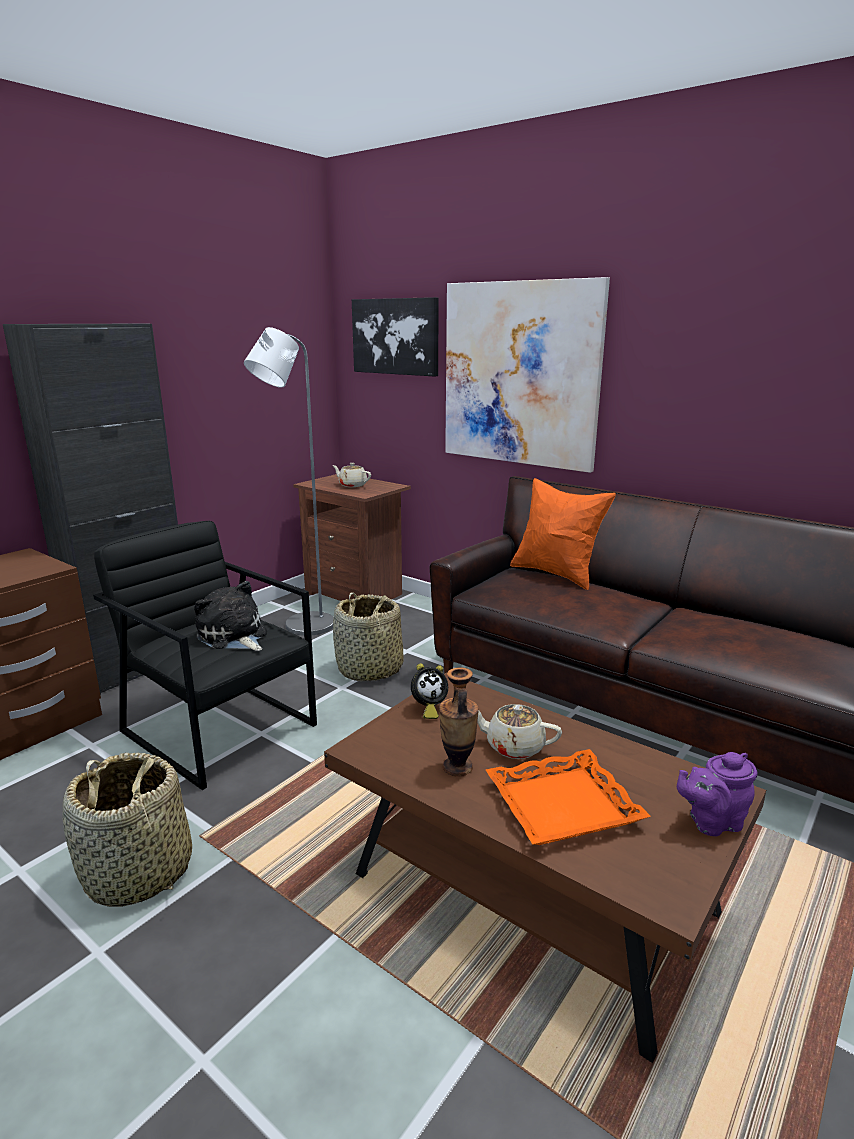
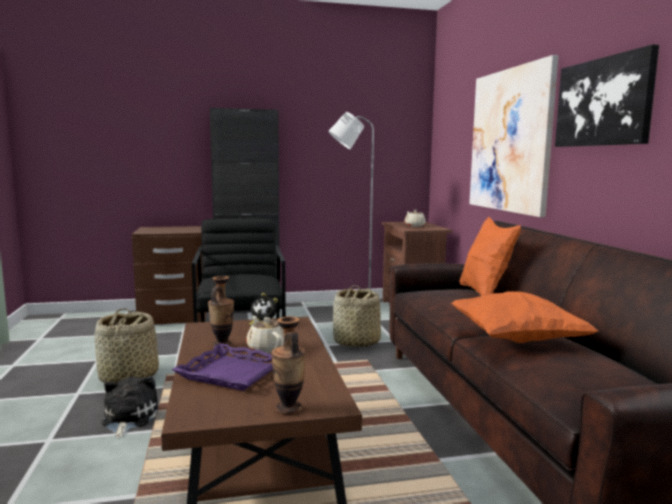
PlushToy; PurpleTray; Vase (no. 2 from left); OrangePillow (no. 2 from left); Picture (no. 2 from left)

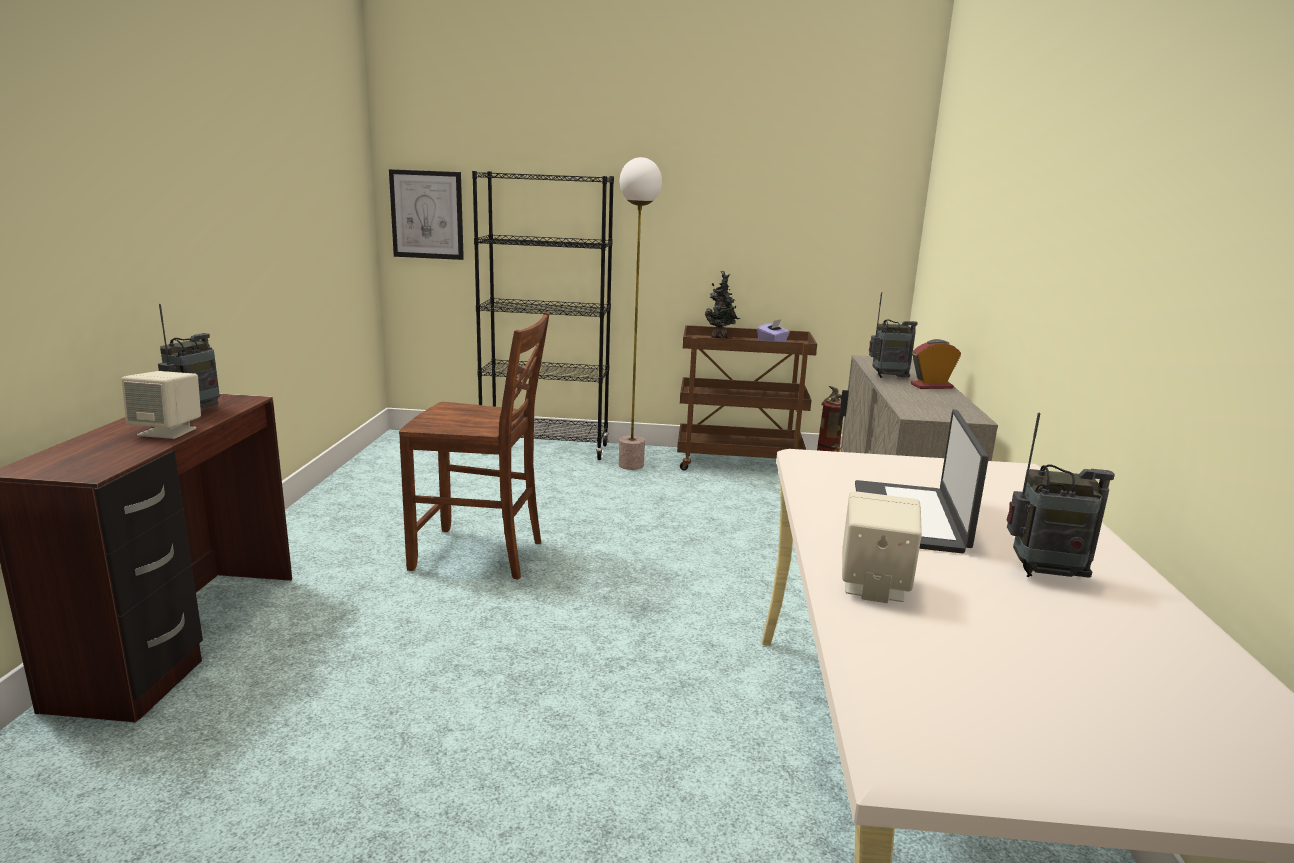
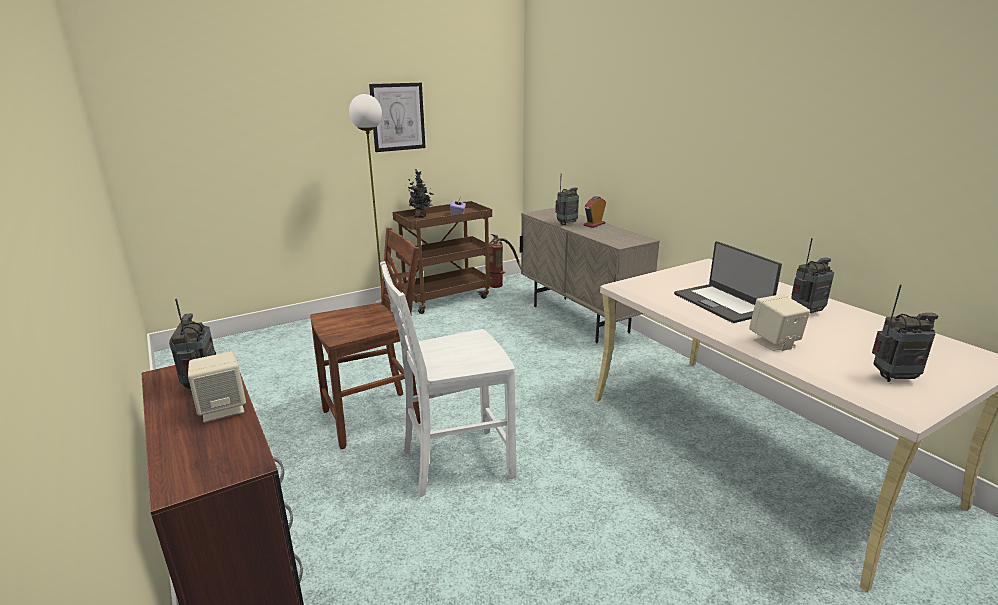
Picture; WhiteChair; Radio (no. 4 from left); BlackBookcase

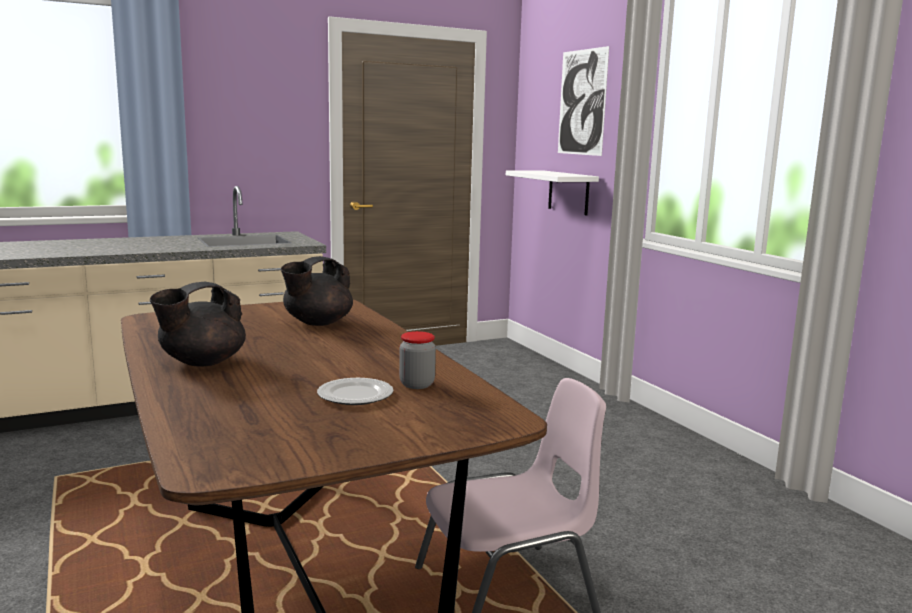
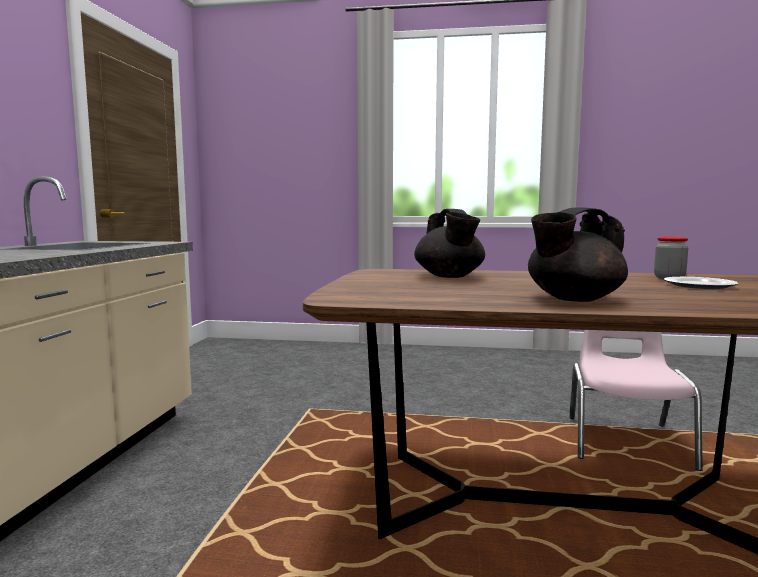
BlackTeapot (no. 2 from left); WhiteShelf; Picture

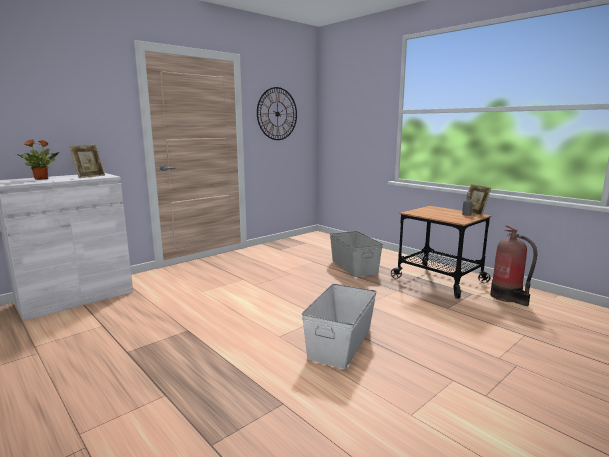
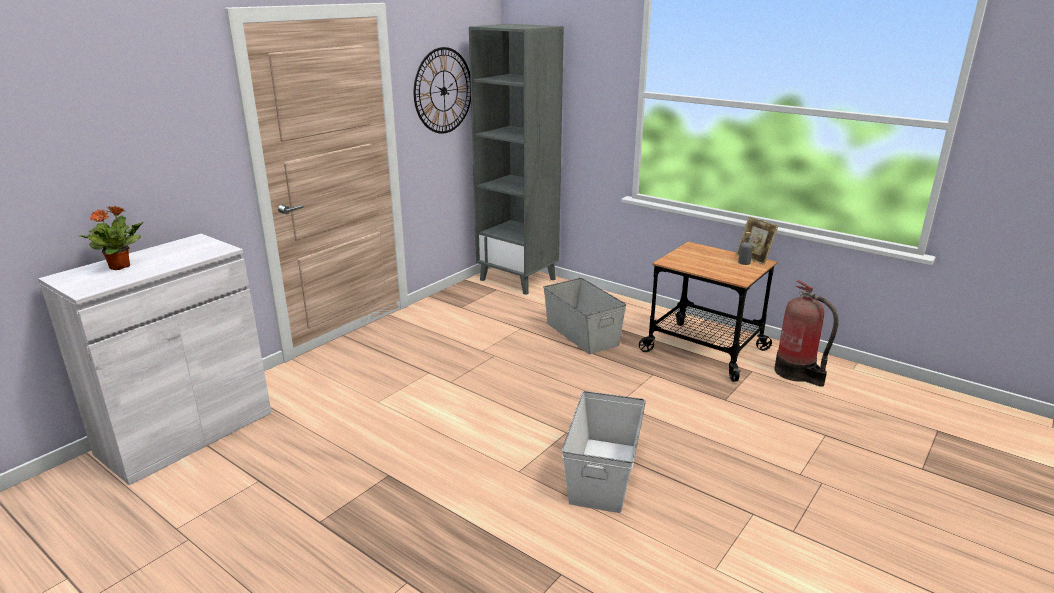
GreyBookcase; PictureFrame (no. 1 from left in the first image)

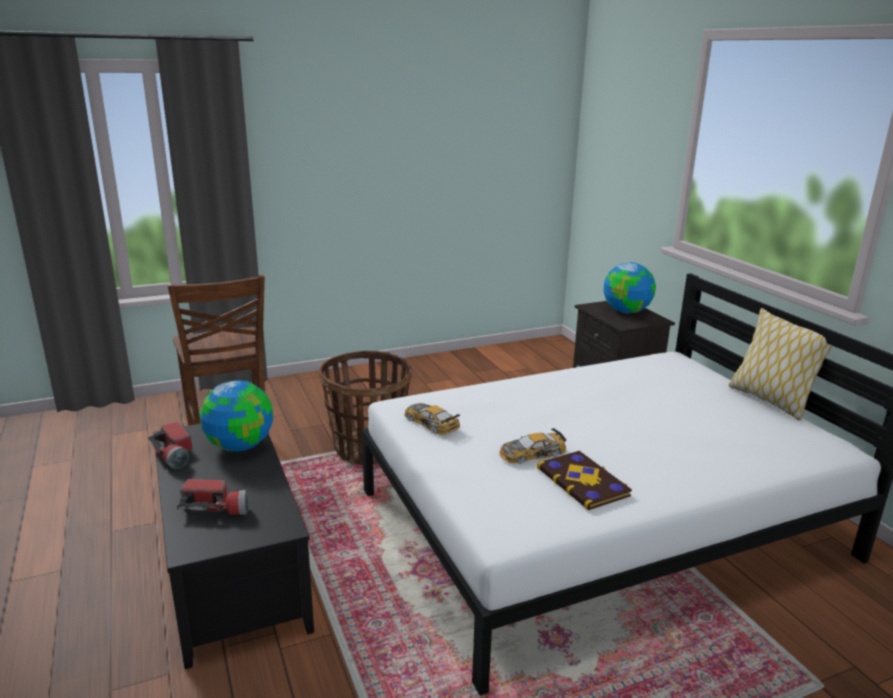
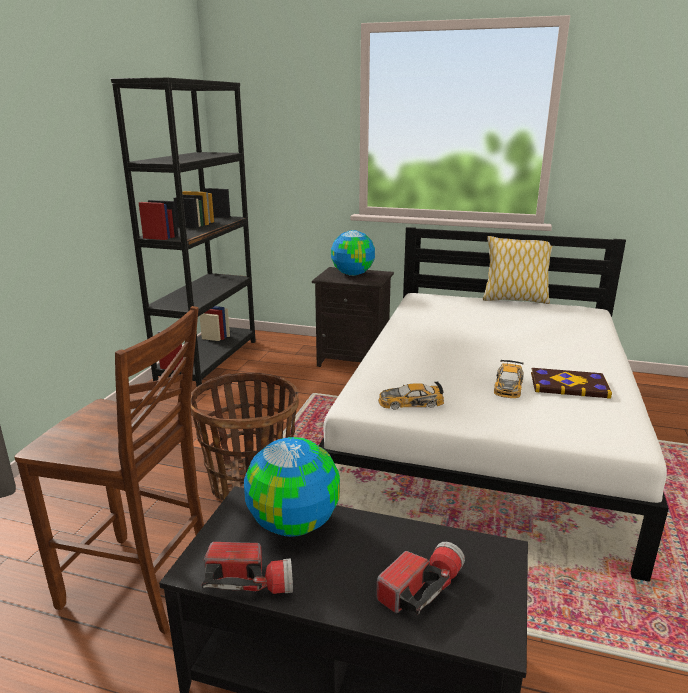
BlackBookcase

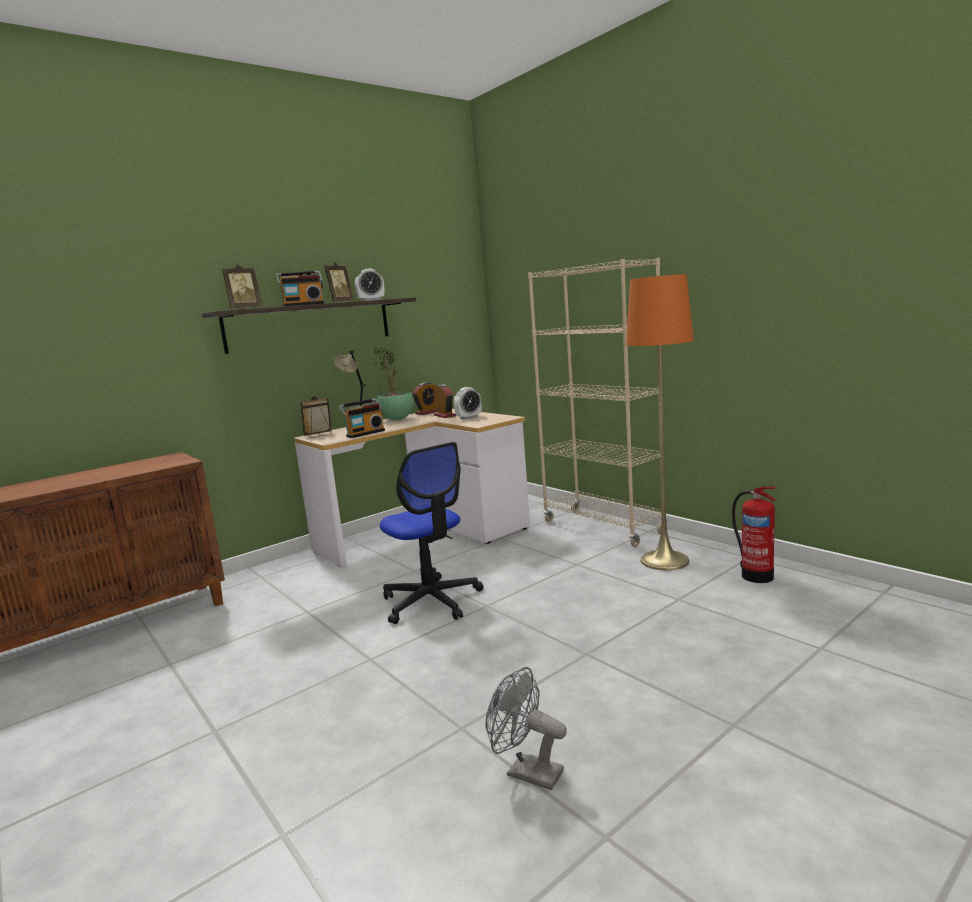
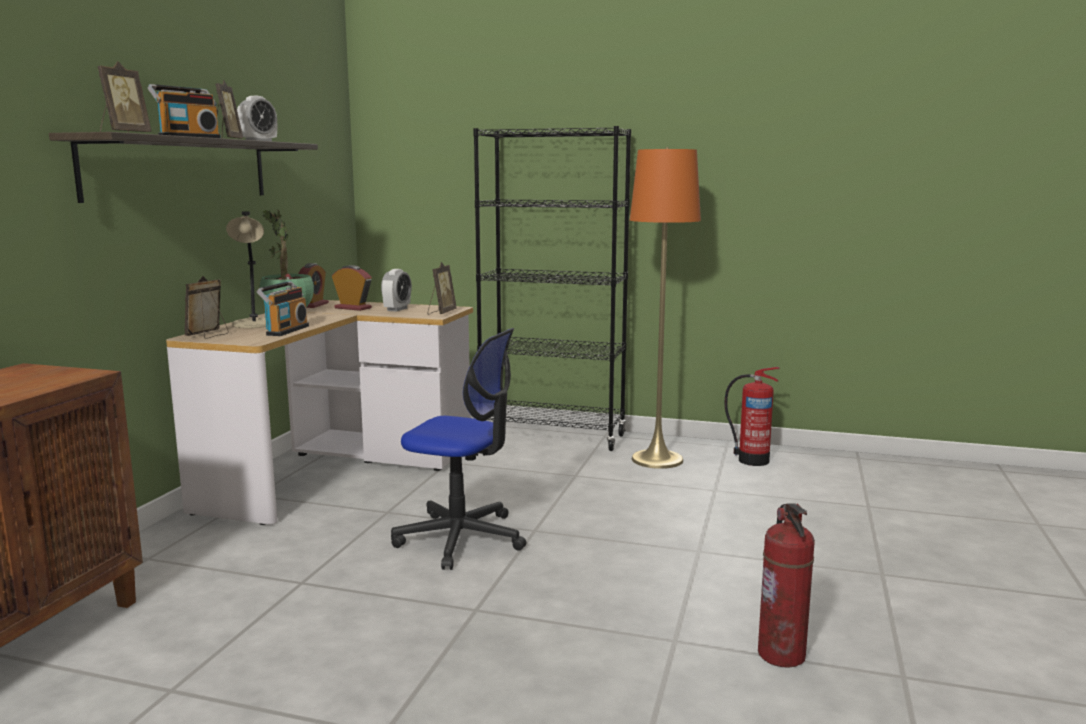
PictureFrame (no. 4 from left); BlackBookcase; FireExtinguisher (no. 2 from left)

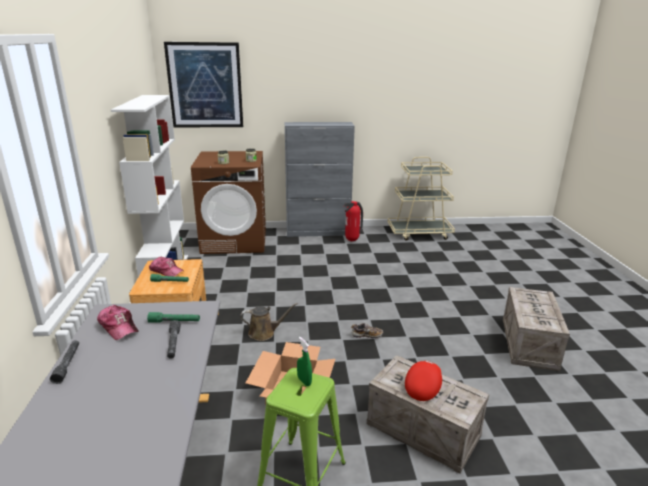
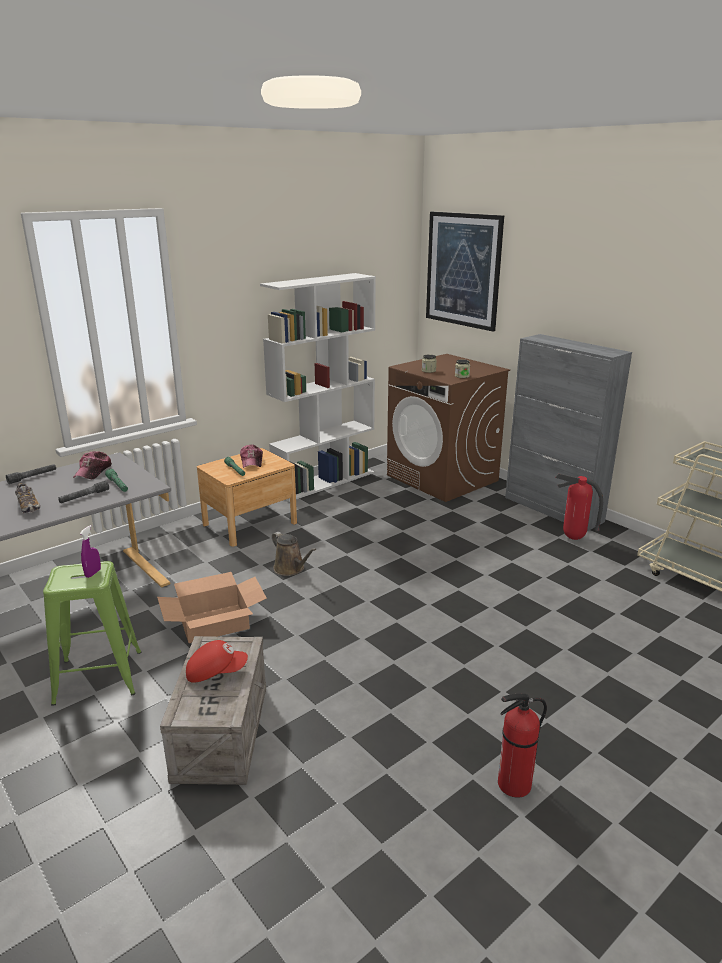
Shoe; PurpleSprayBottle; FireExtinguisher (no. 1 from left)

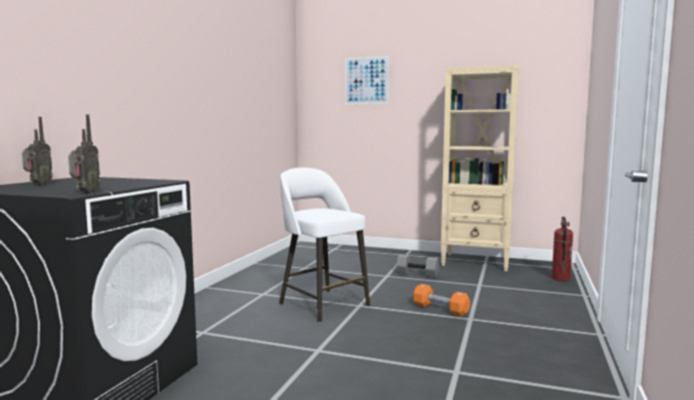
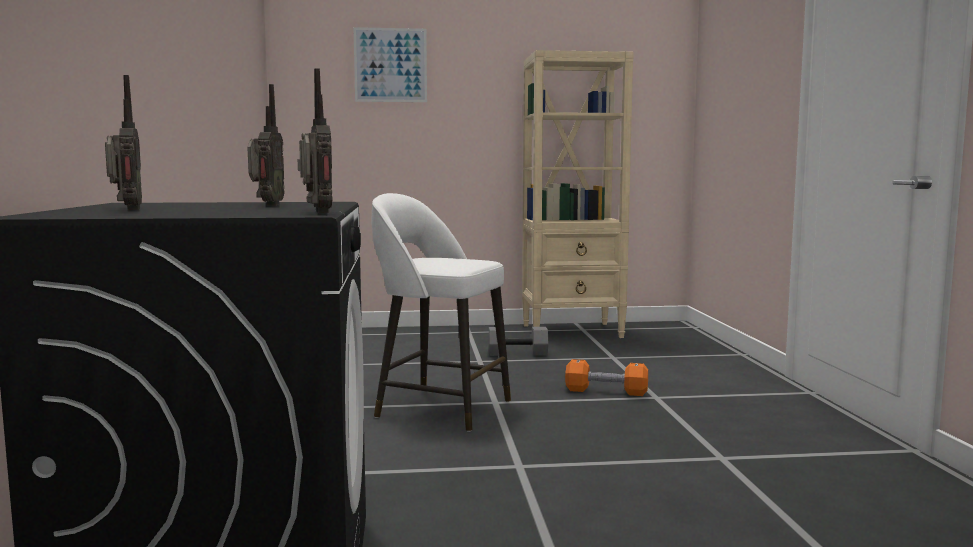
Radio (no. 2 from left); FireExtinguisher

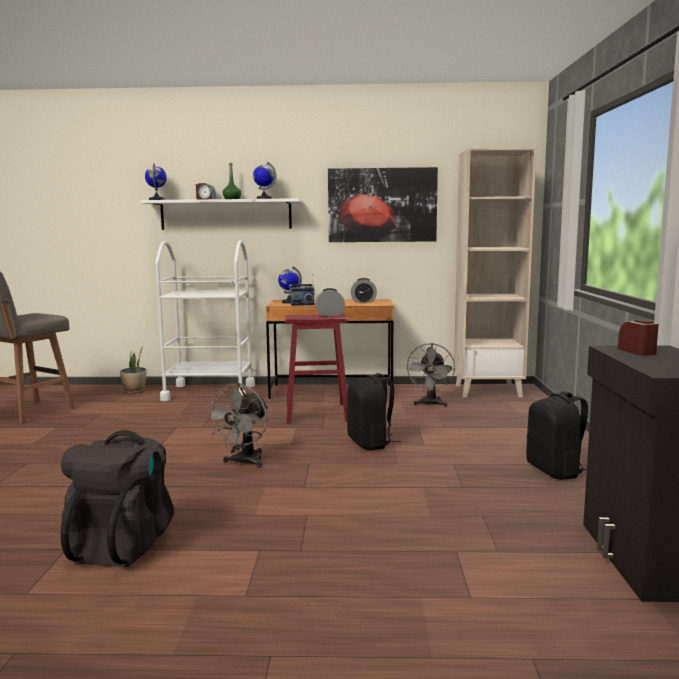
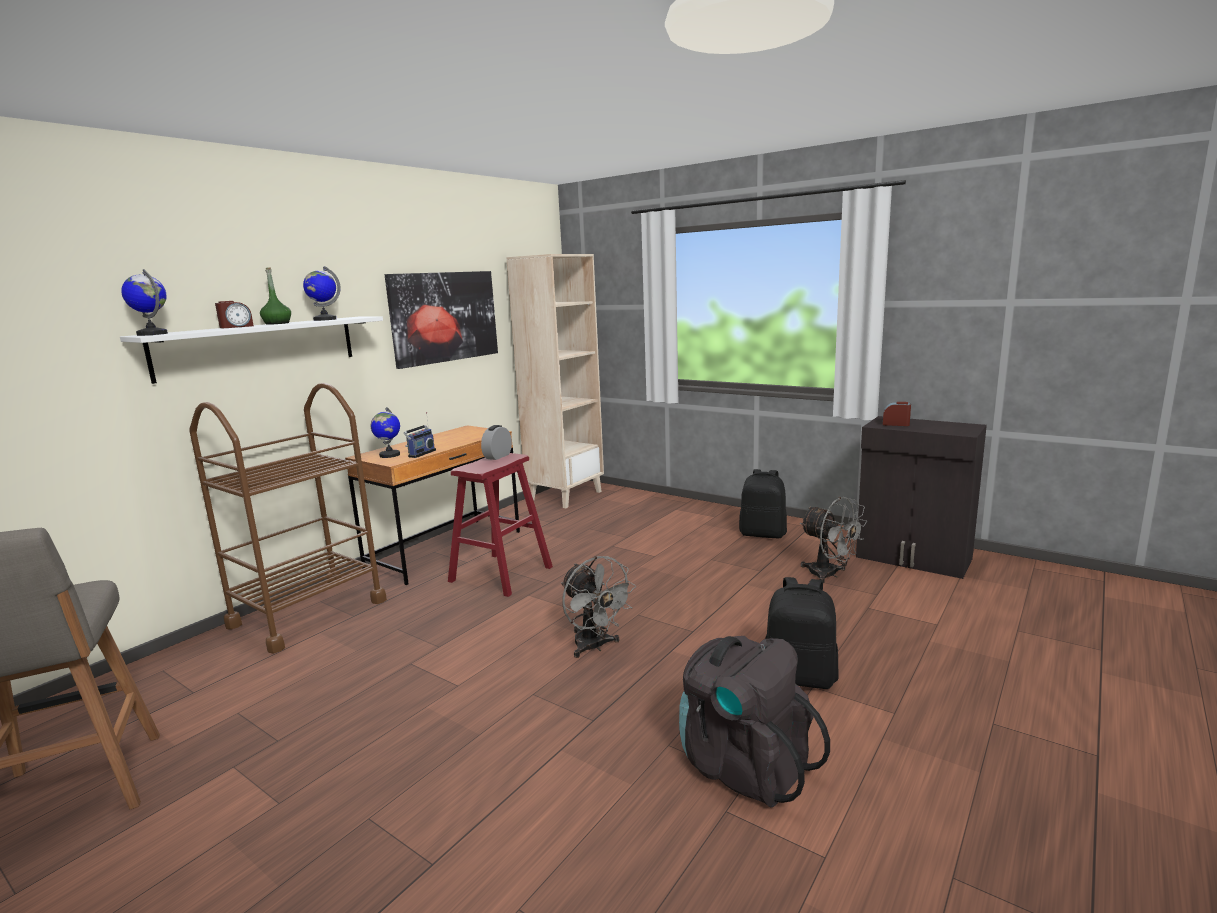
BrownCart; BlackBackpack (no. 3 from left); GreyFan (no. 2 from left); PottedPlant; AlarmClock (no. 3 from left in the first image)

